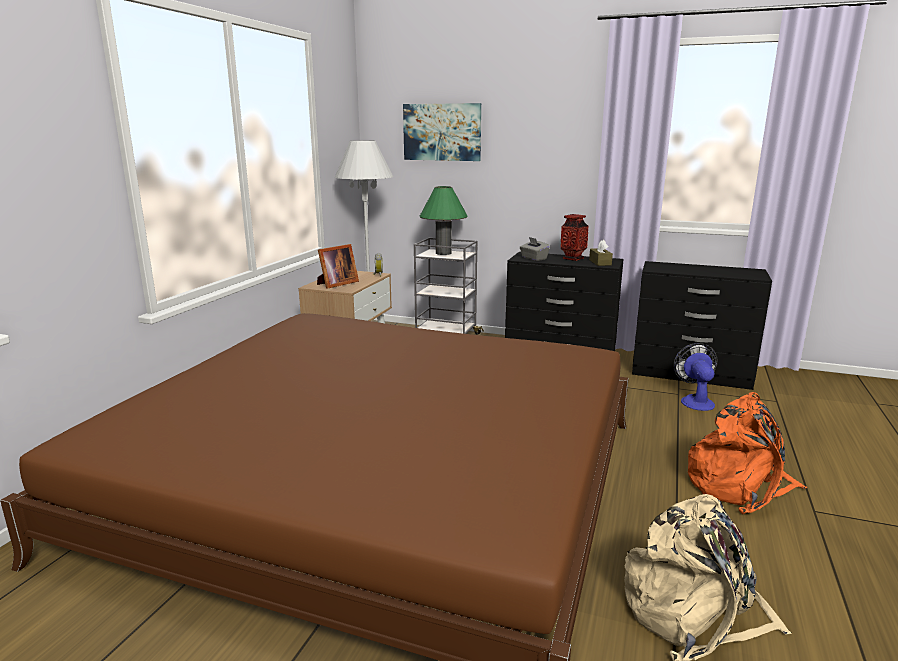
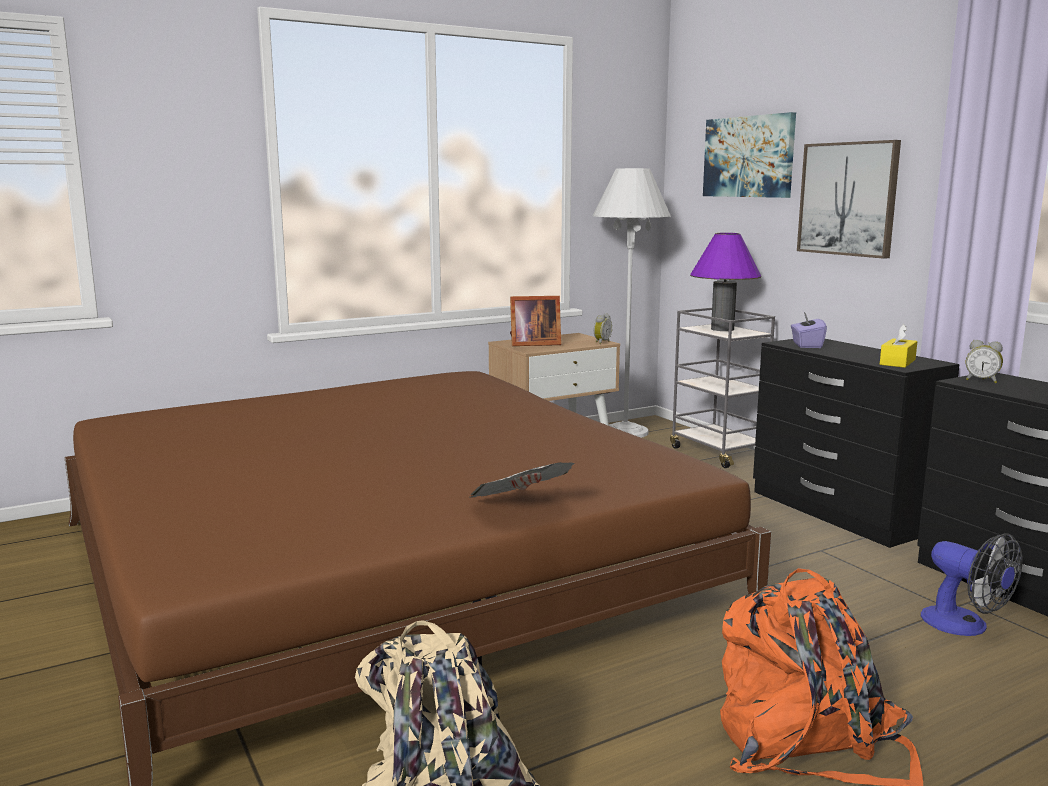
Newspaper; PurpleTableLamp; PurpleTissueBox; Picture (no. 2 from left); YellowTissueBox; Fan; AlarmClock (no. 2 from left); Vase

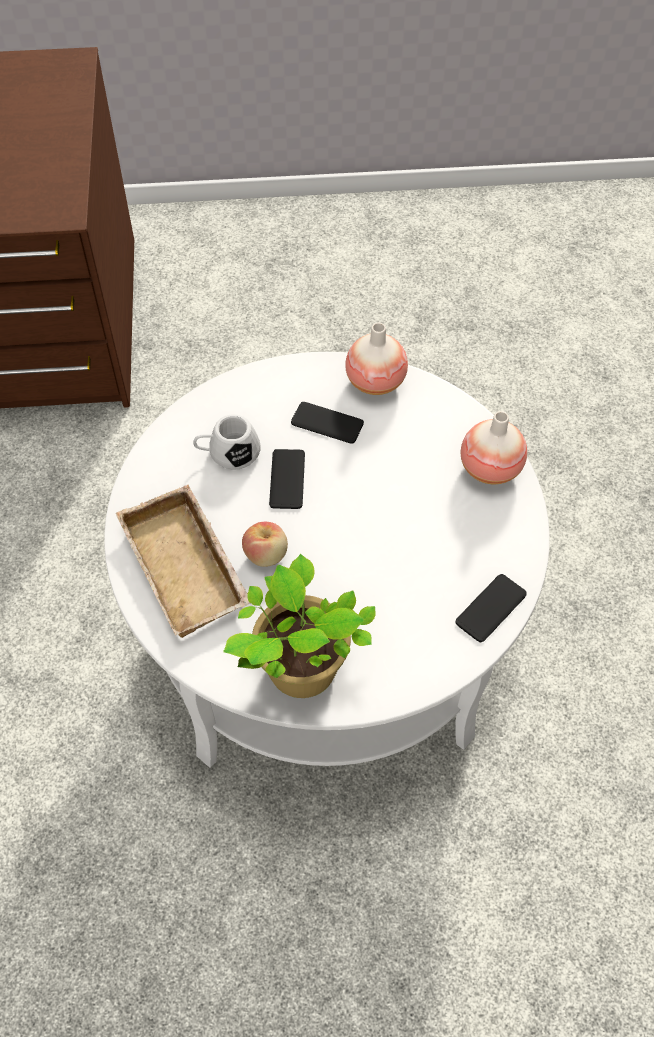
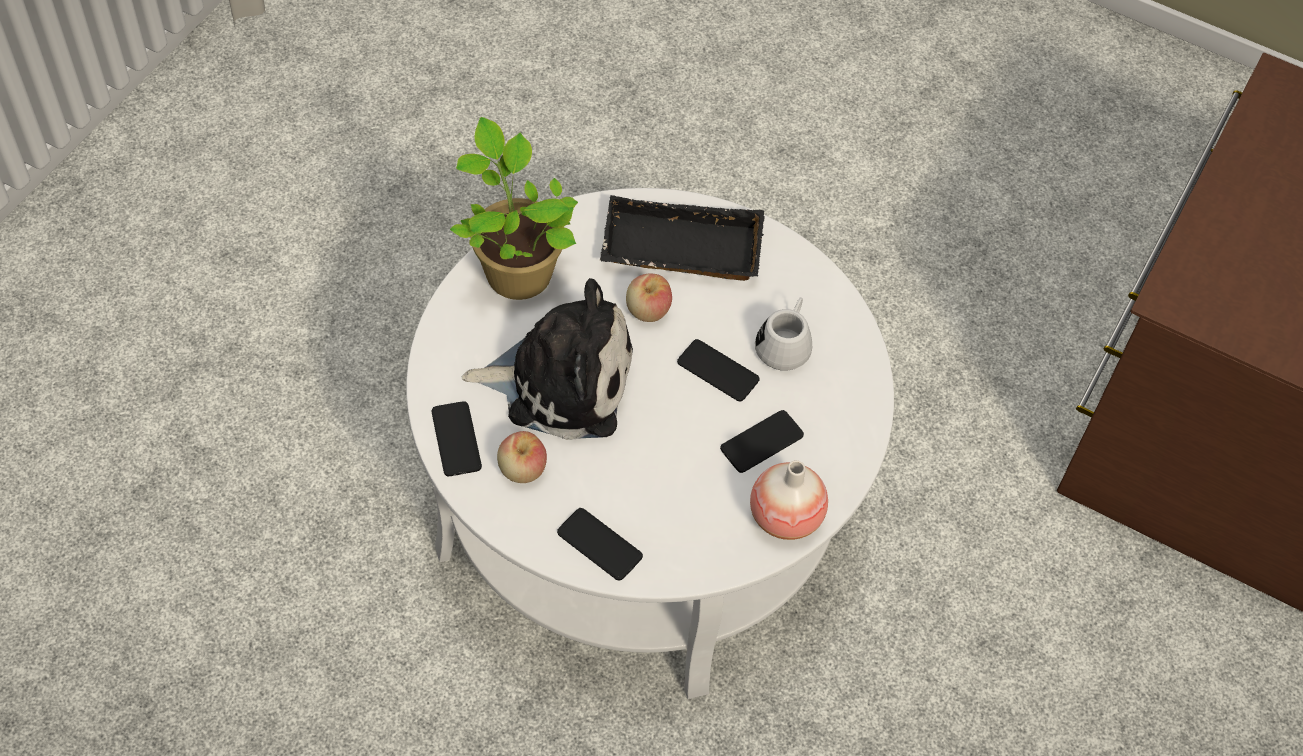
PlushToy; Apple (no. 1 from left); Phone (no. 2 from left); BlackTray

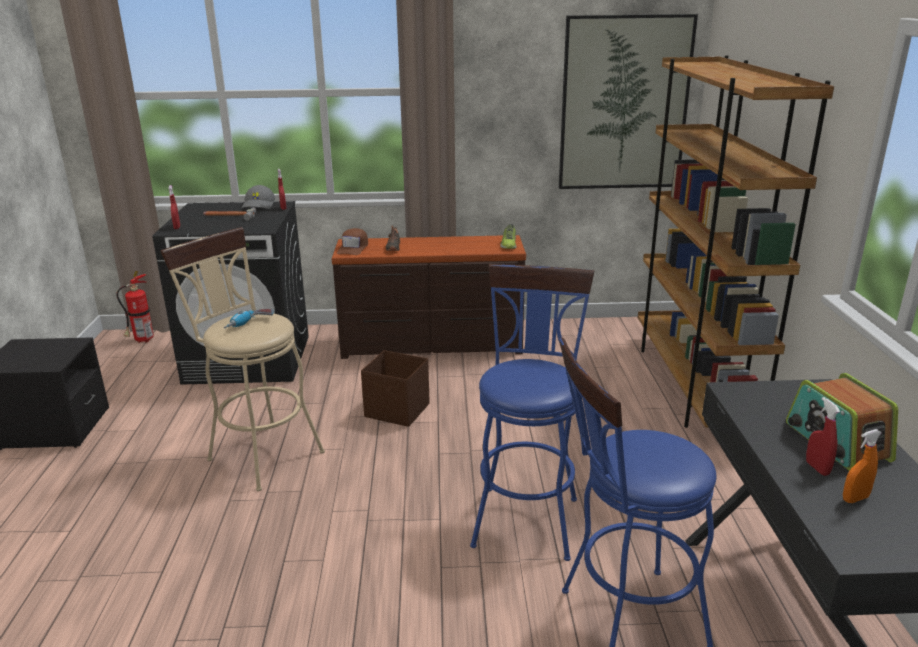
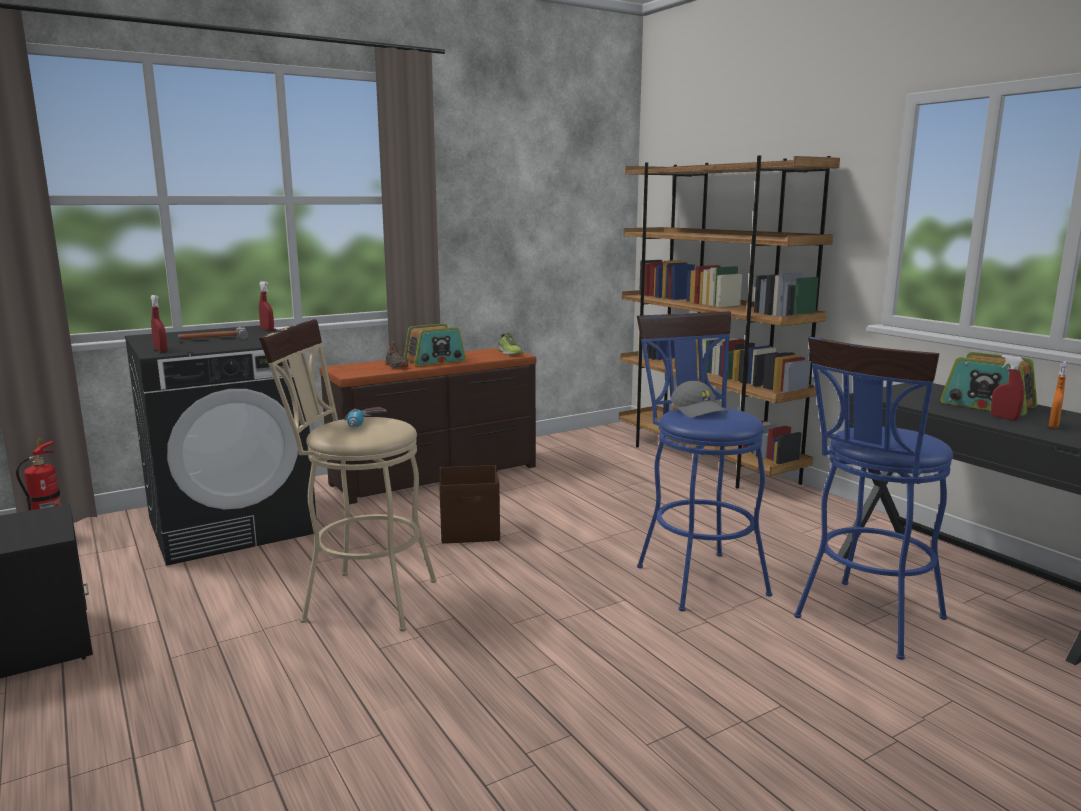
Radio (no. 1 from left); GreyCap; BrownCap; Picture

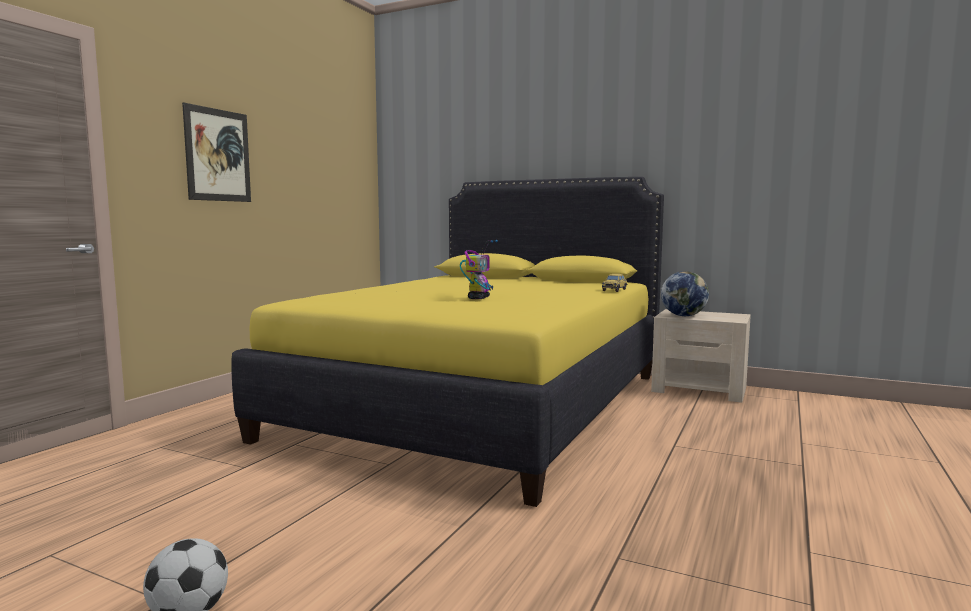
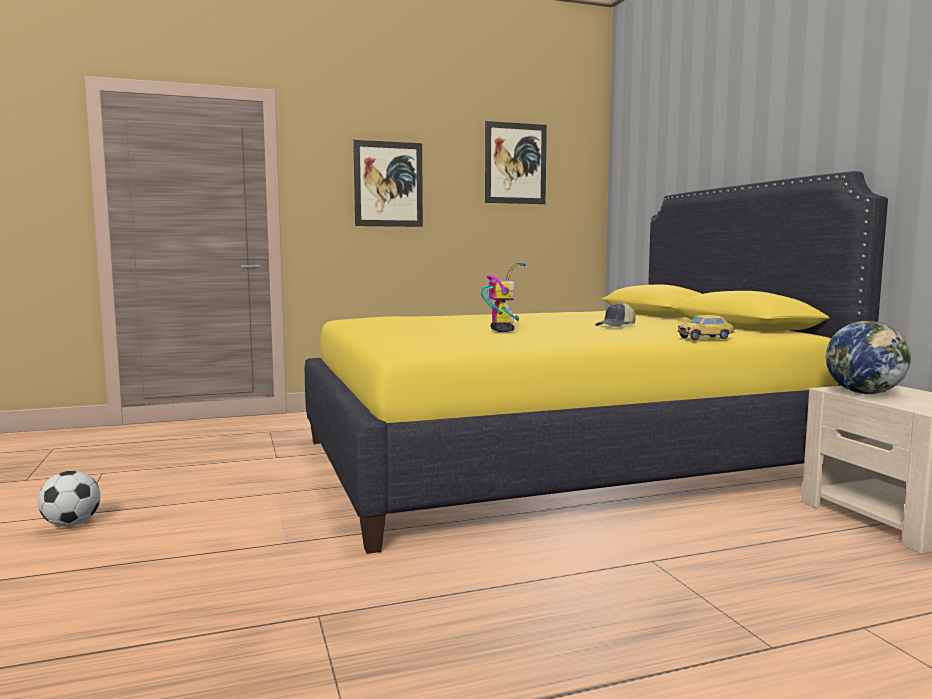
ToyRobot; Picture (no. 2 from left); Cap

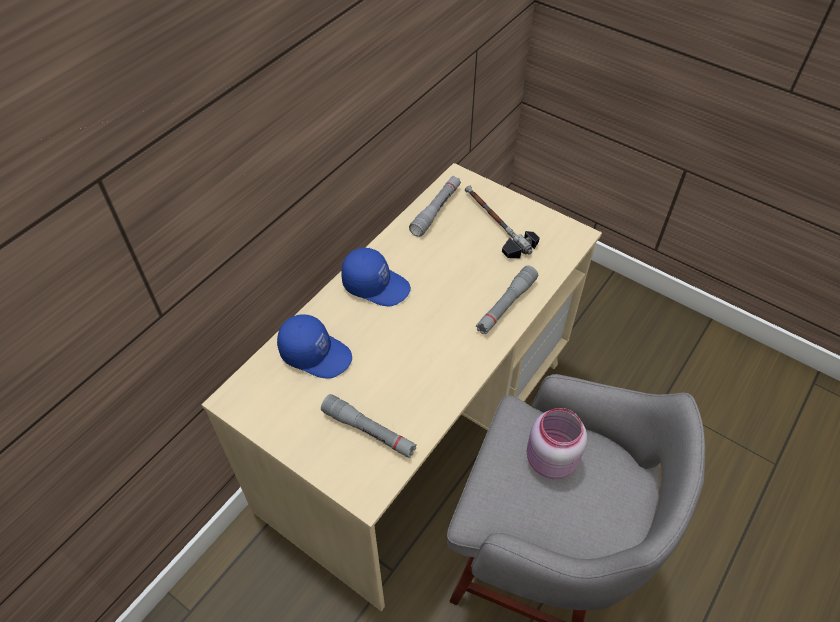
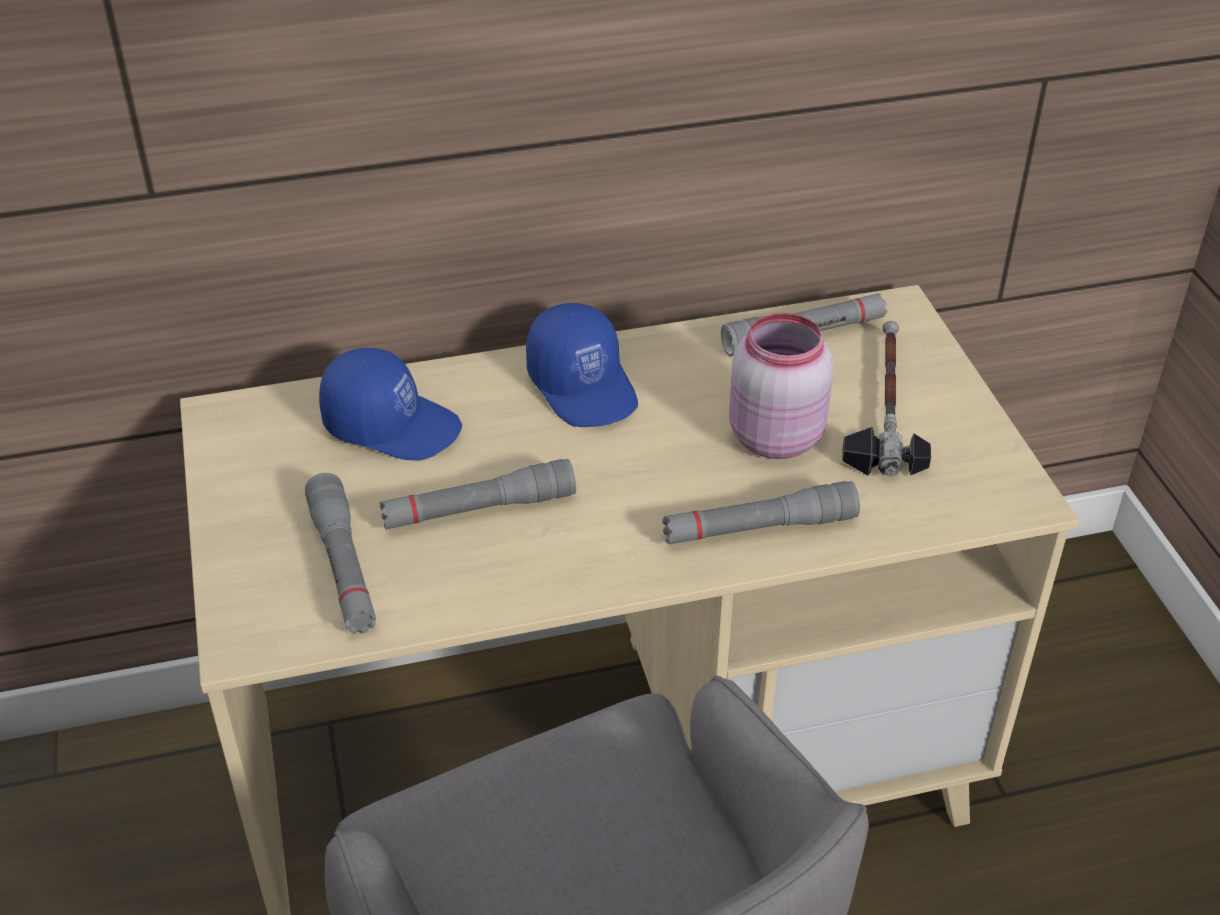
BlueCap (no. 1 from left); GreyFlashlight (no. 2 from left); PinkJar

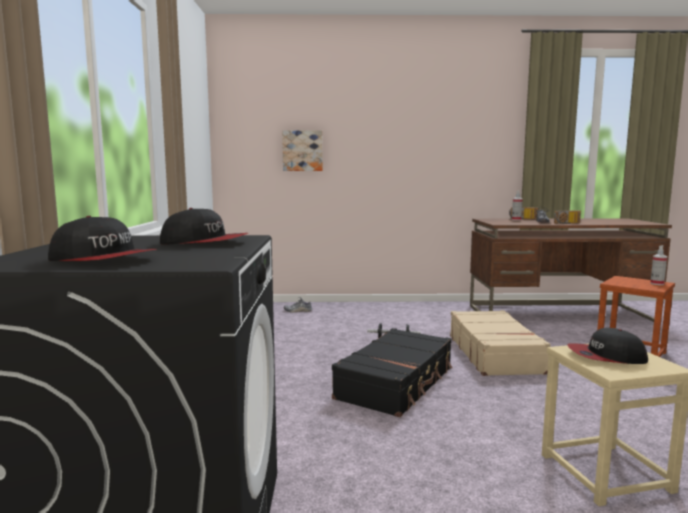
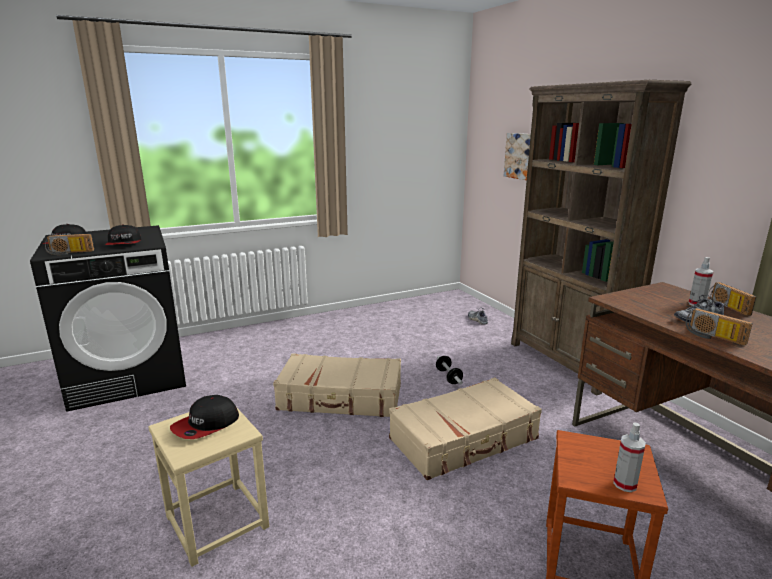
Radio (no. 1 from left); Cap (no. 3 from left); BeigeSuitcase (no. 1 from left); BrownBookcase

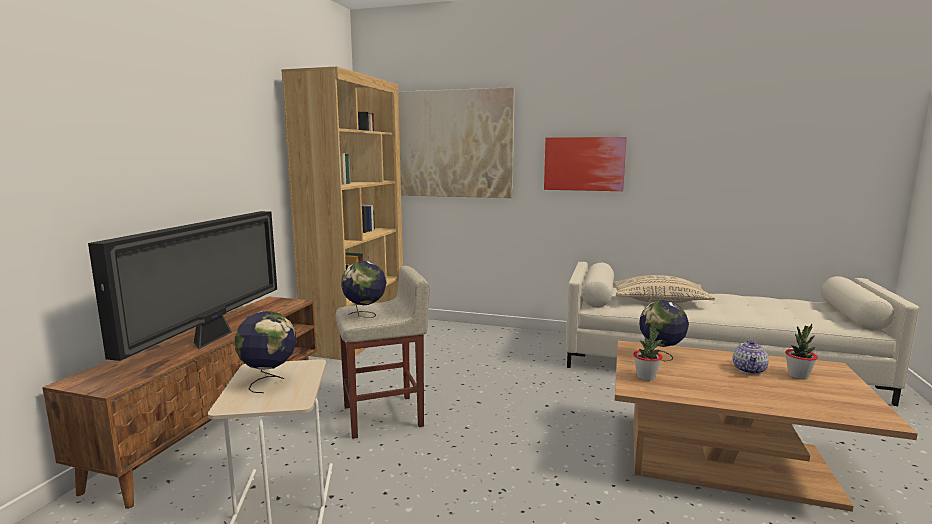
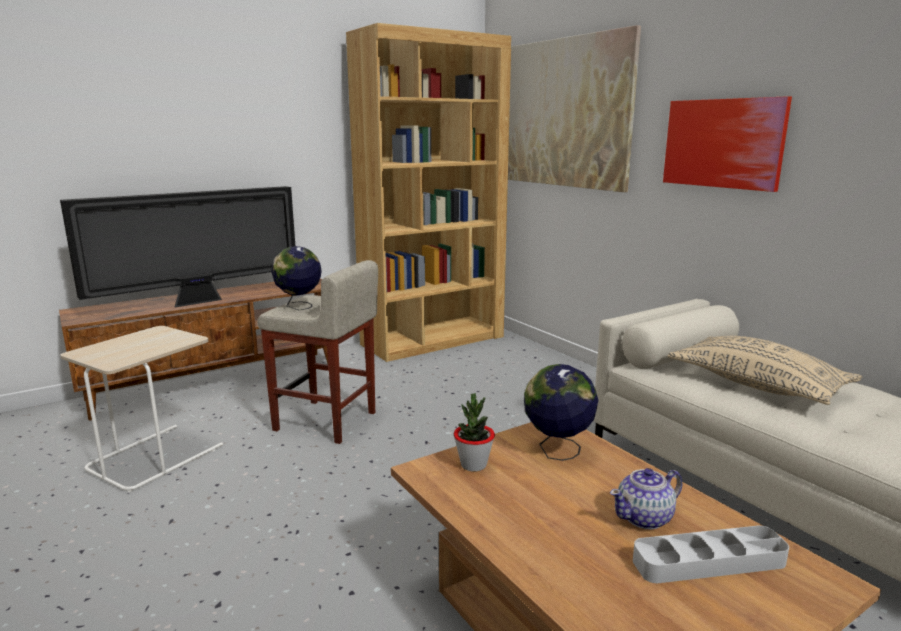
GreyTray; Globe (no. 1 from left in the first image)

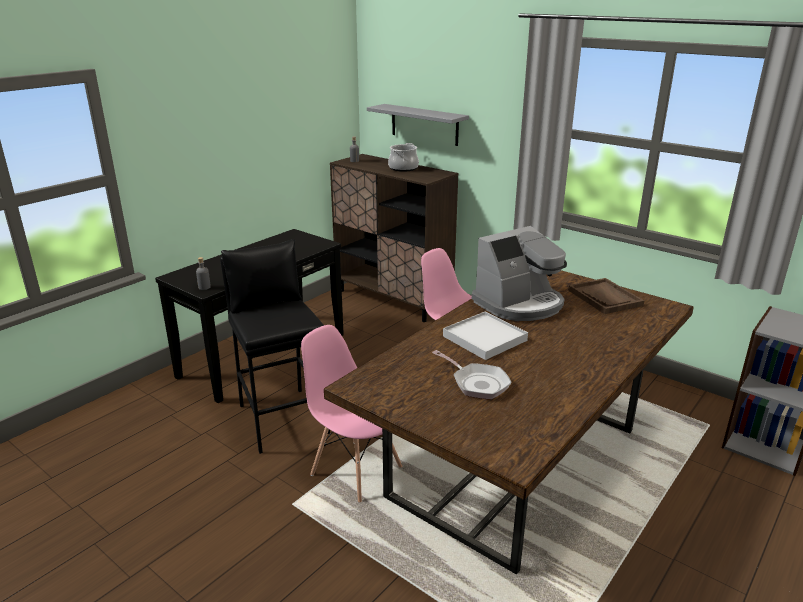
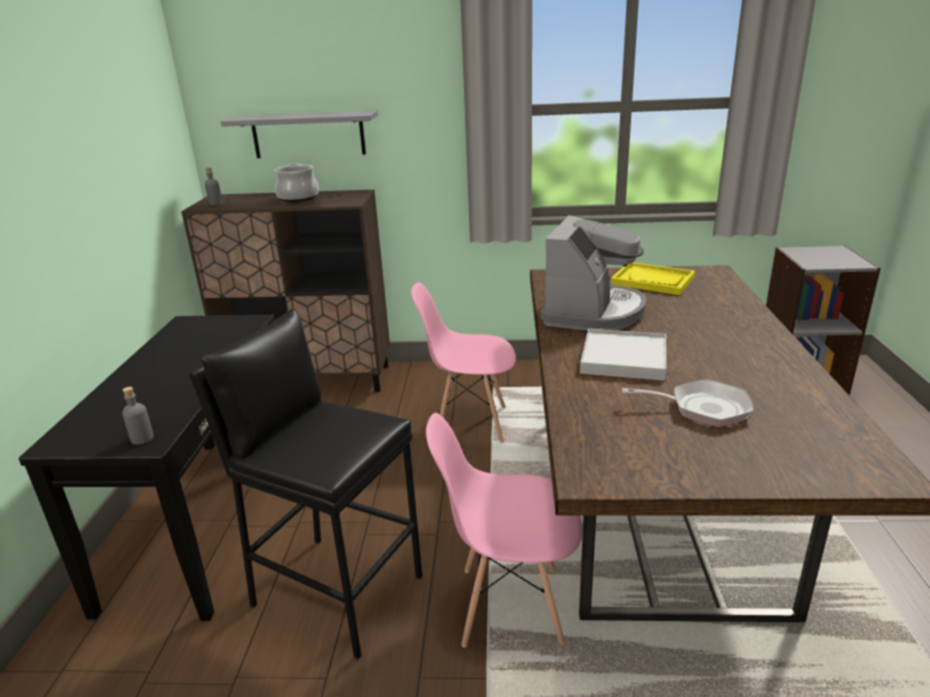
YellowTray

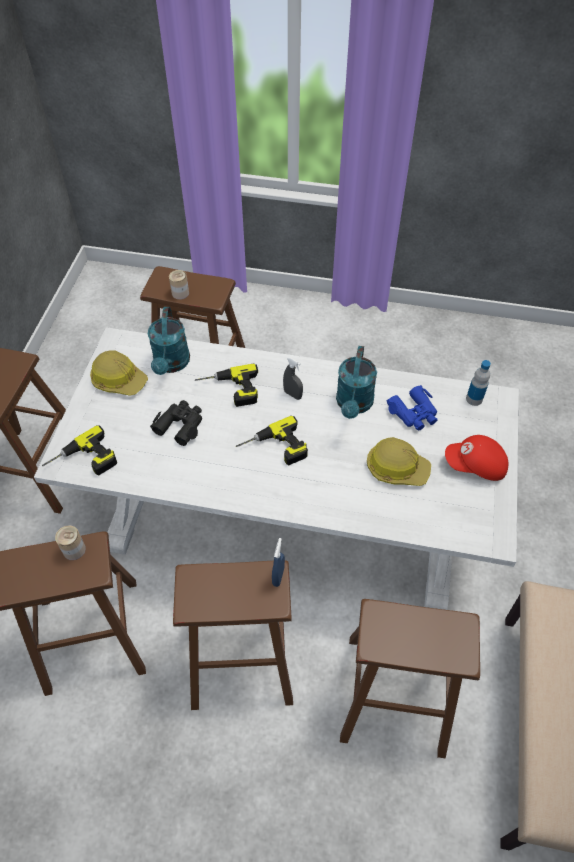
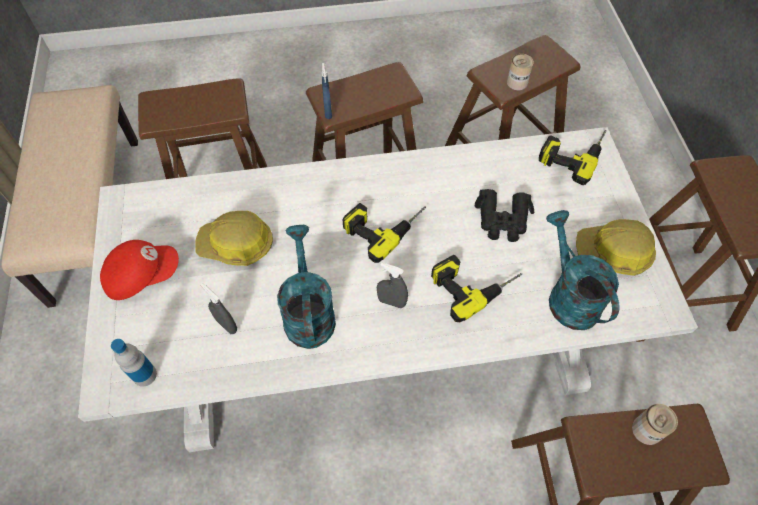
GreySprayBottle (no. 1 from left)

